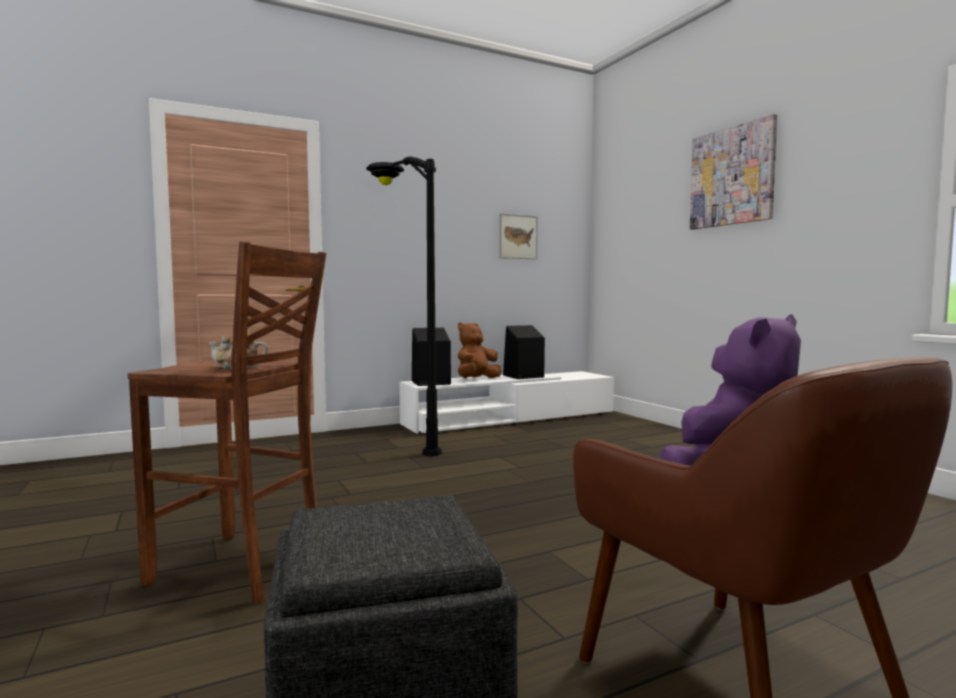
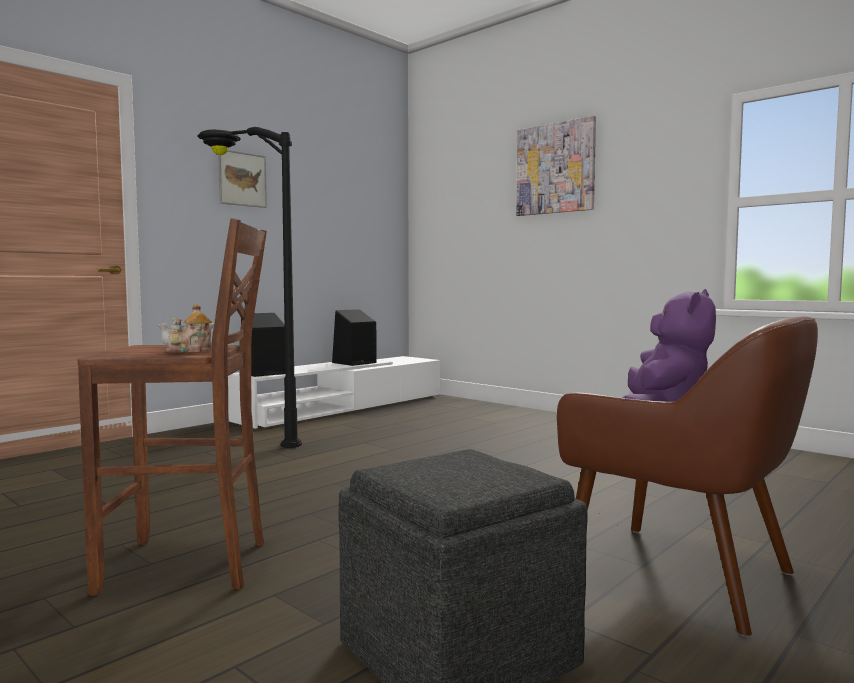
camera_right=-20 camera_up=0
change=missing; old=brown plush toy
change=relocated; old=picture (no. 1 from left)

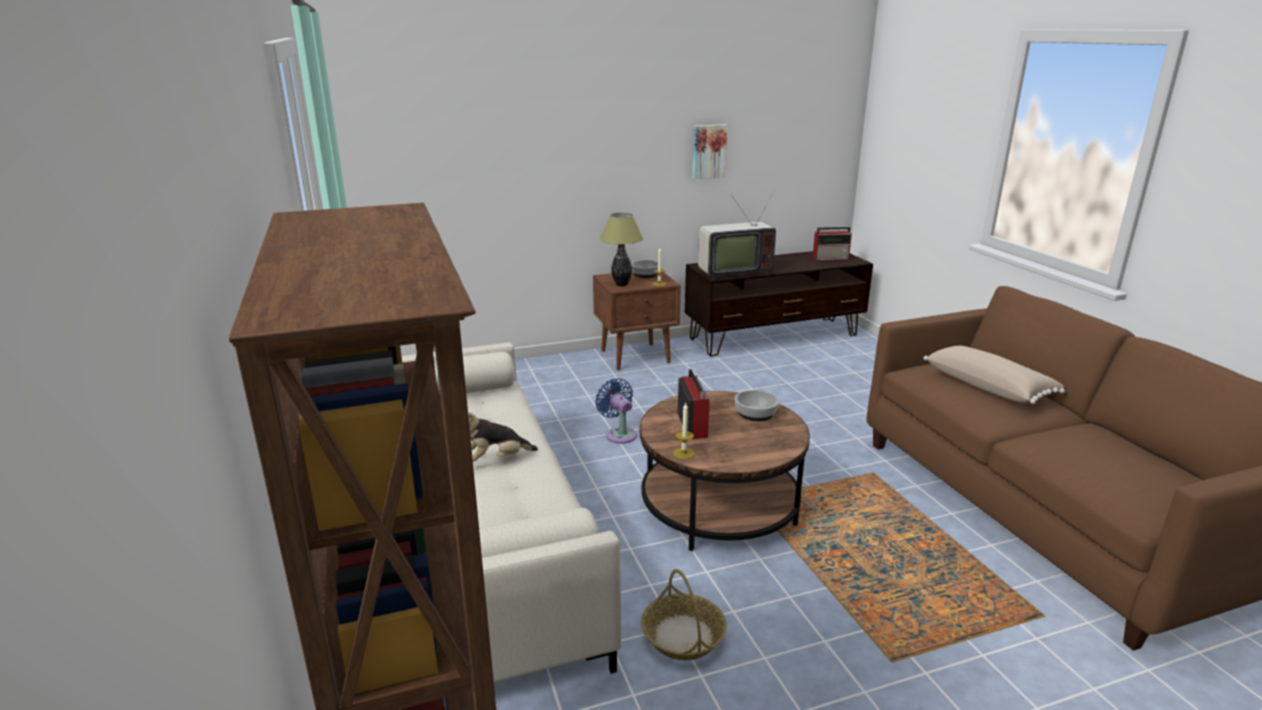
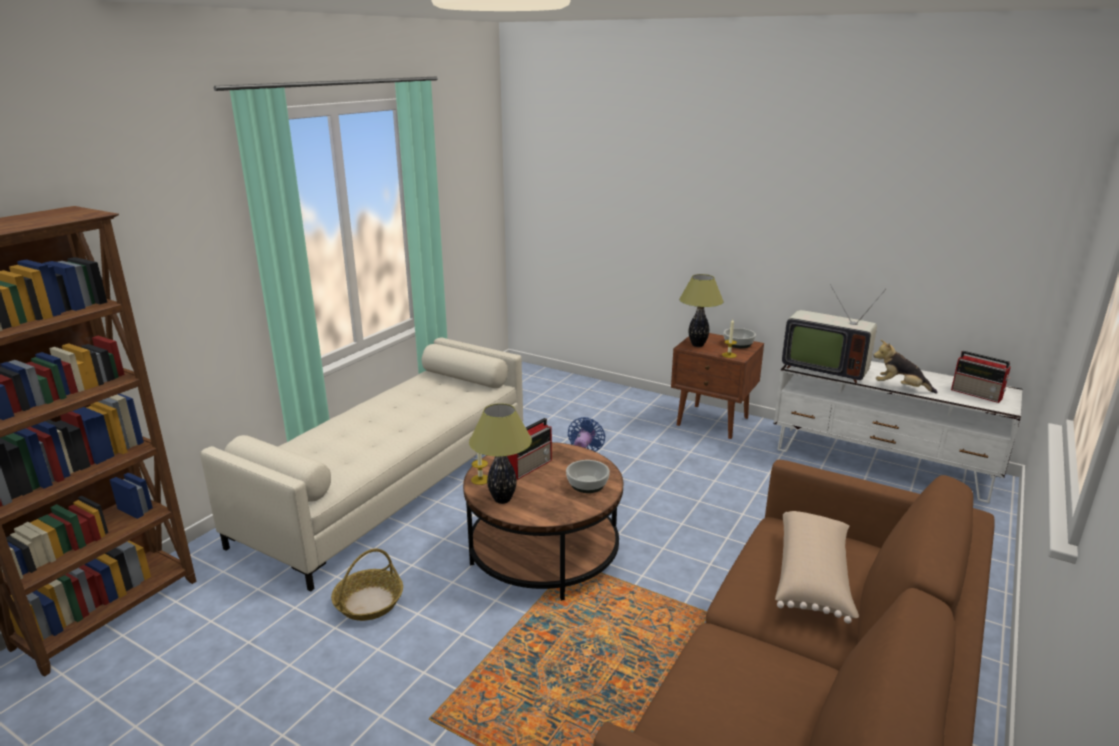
camera_right=50 camera_up=0
change=relocated; old=plush toy
change=colour; old=brown tv stand; new=white tv stand
change=missing; old=picture
change=appeared; new=table lamp (no. 1 from left)

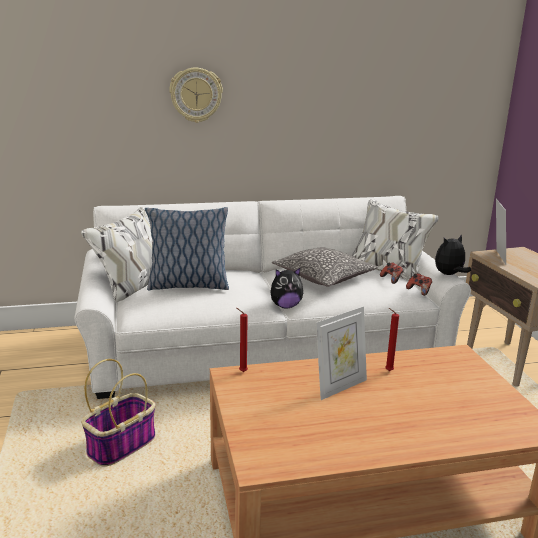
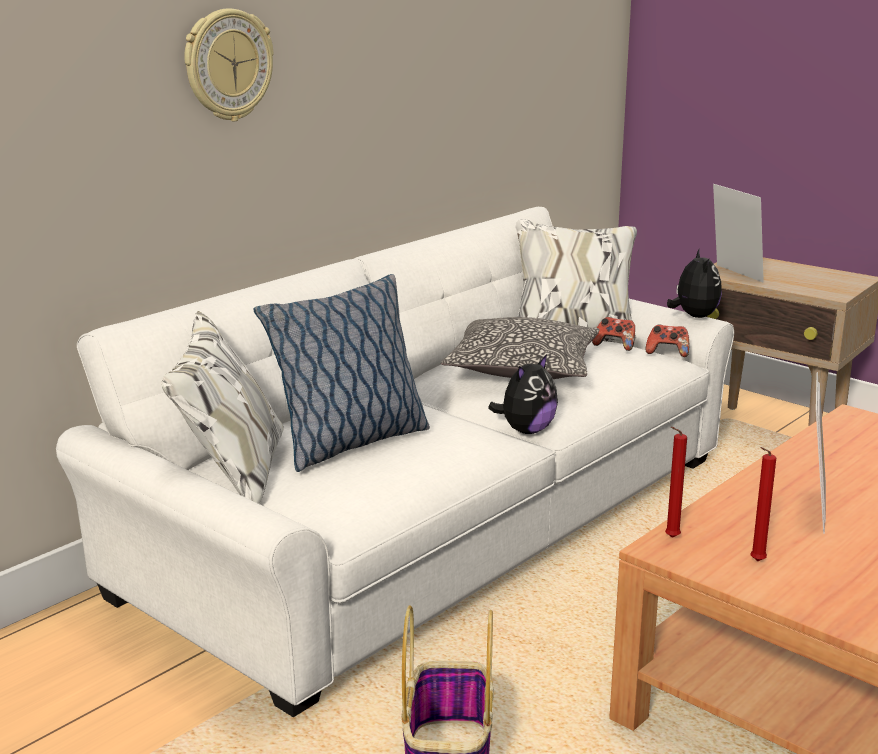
camera_right=-35 camera_up=0
change=relocated; old=red candle (no. 2 from left)
change=spun; old=plush toy (no. 2 from left); degrees=150

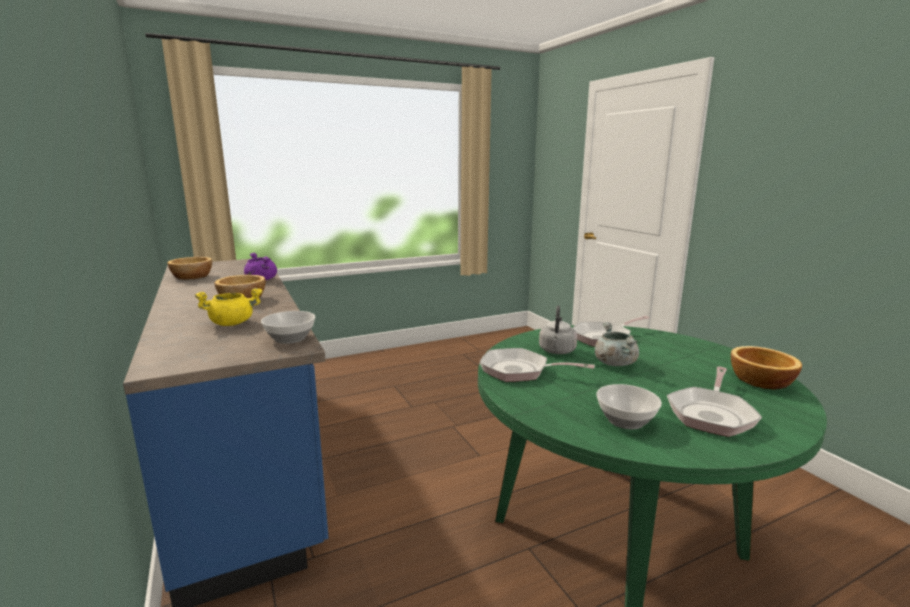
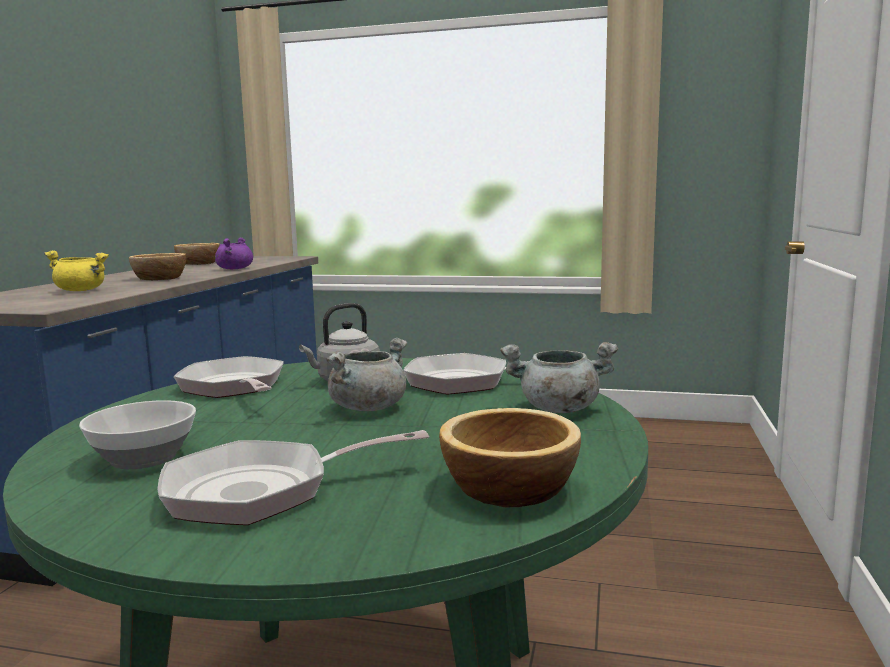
camera_right=40 camera_up=-5
change=missing; old=bowl (no. 3 from left)
change=appeared; new=grey cooking pot (no. 2 from left)

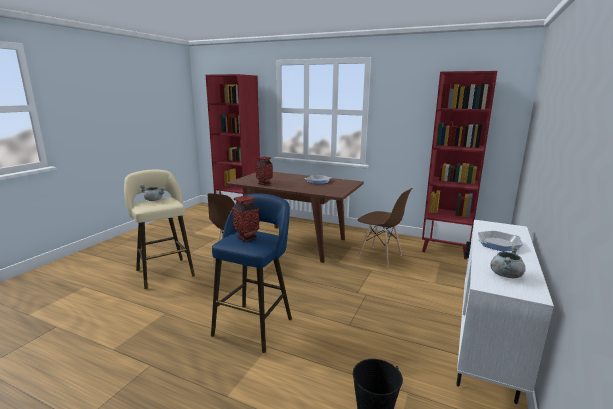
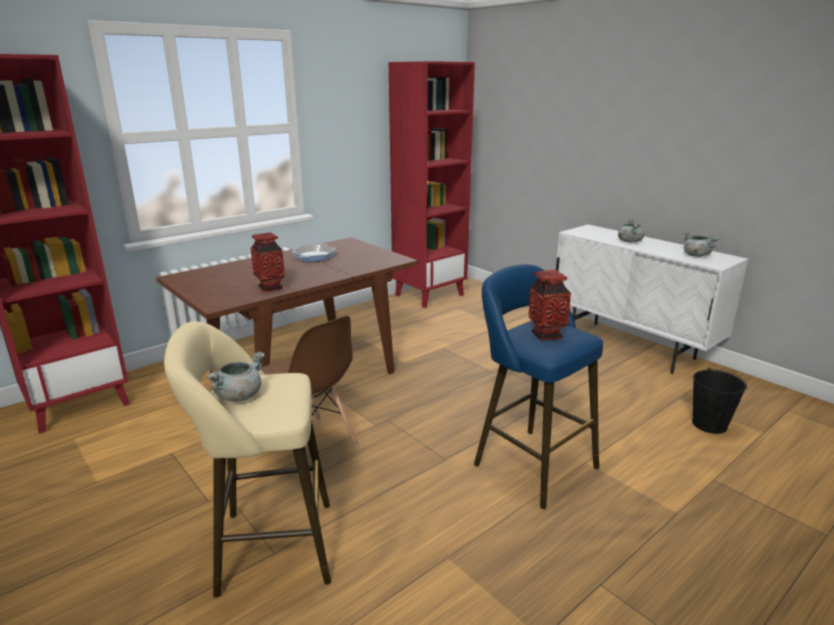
camera_right=-65 camera_up=5
change=missing; old=brown chair (no. 2 from left)
change=exchanged; old=frying pan (no. 2 from left); new=grey cooking pot (no. 2 from left)

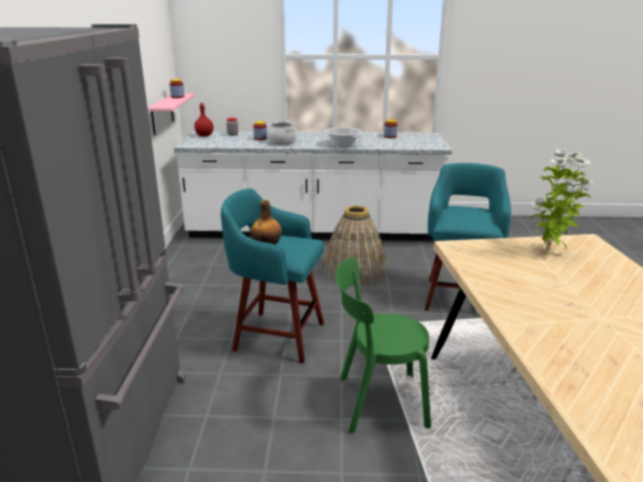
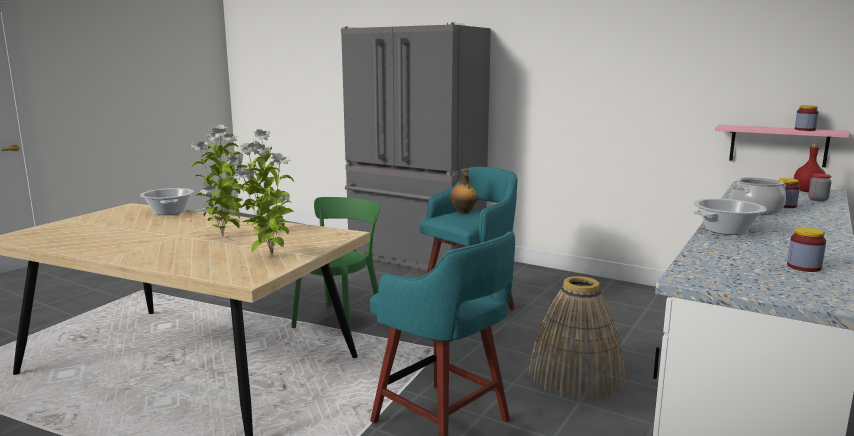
camera_right=120 camera_up=-10
change=appeared; new=cooking pot (no. 1 from left)
change=appeared; new=potted plant (no. 1 from left)

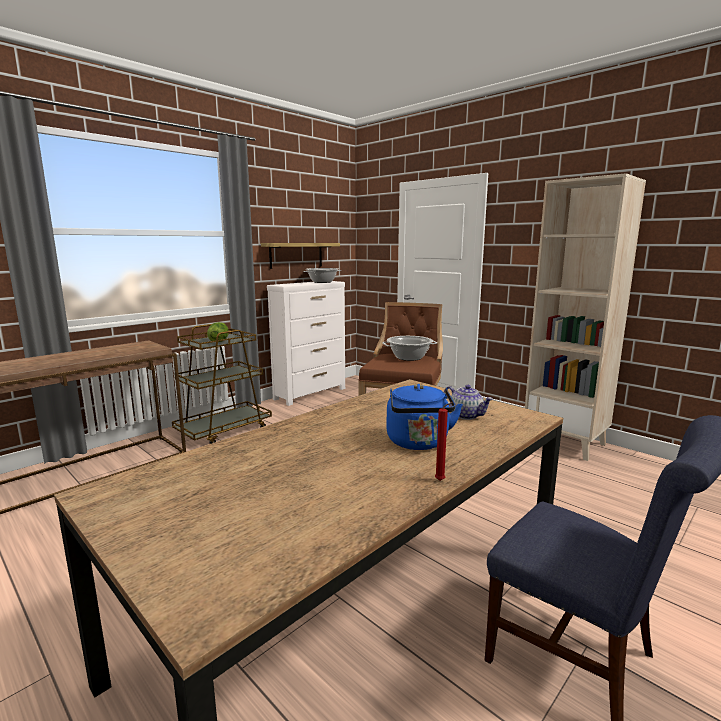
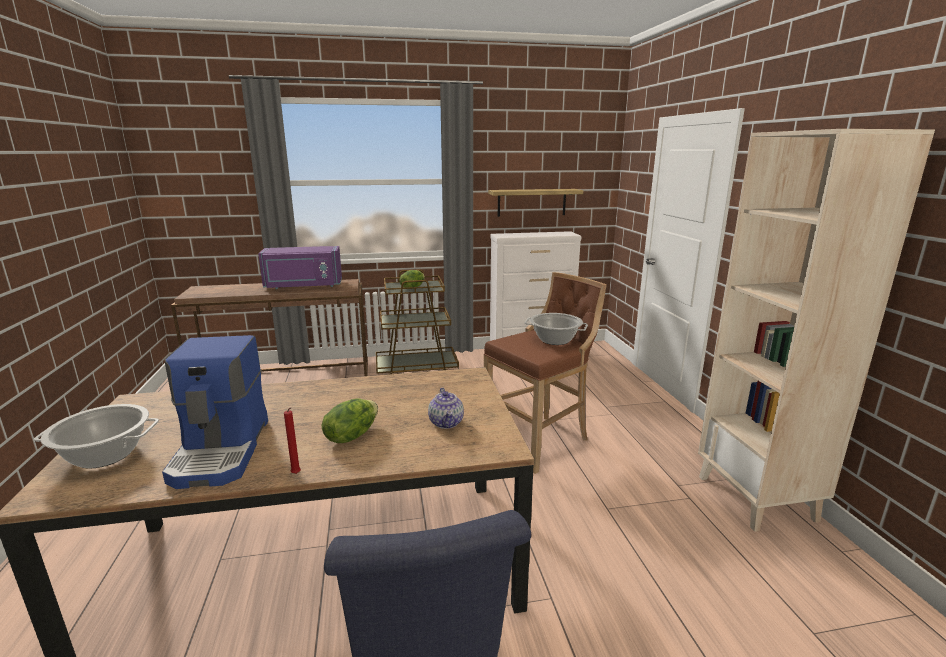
camera_right=35 camera_up=5
change=relocated; old=cooking pot (no. 1 from left)
change=exchanged; old=blue kettle; new=lettuce (no. 1 from left)
change=appeared; new=coffee machine
change=appeared; new=purple microwave

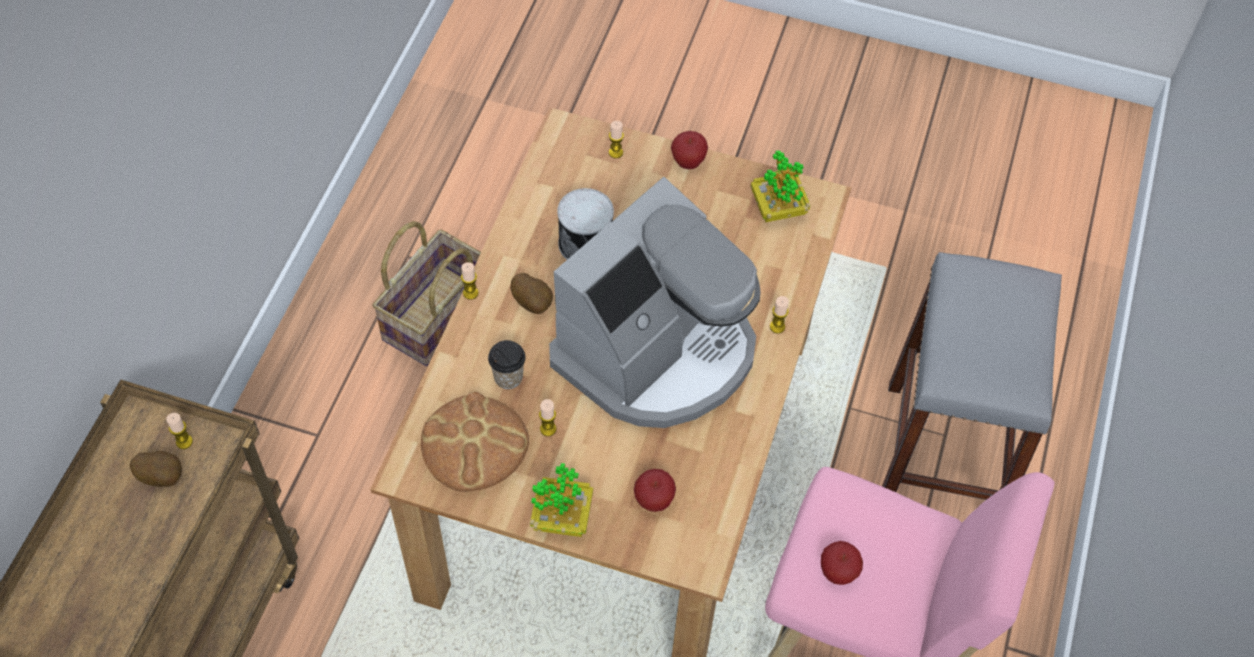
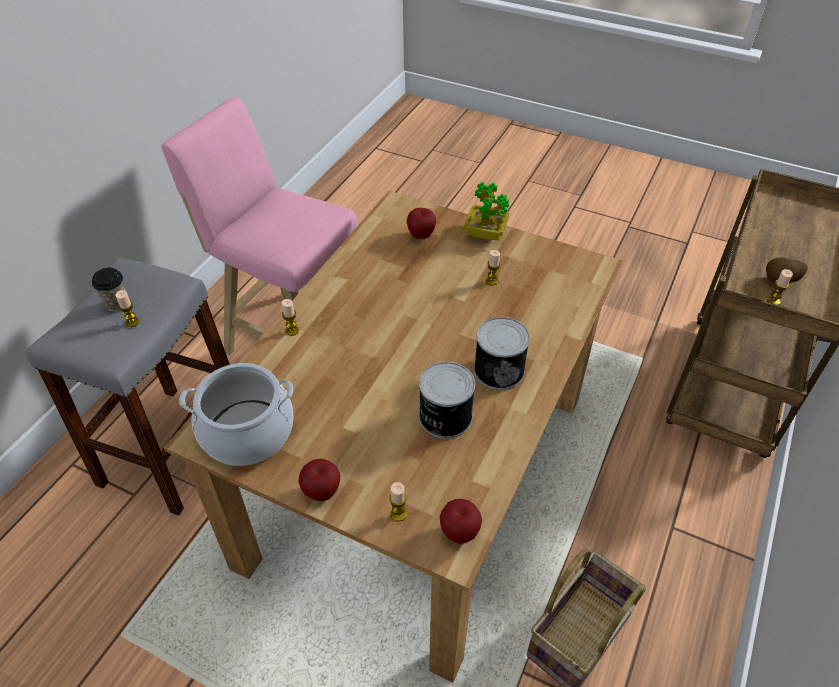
camera_right=-170 camera_up=-10
change=missing; old=bread
change=relocated; old=candle (no. 2 from left in the first image); new=candle (no. 1 from left)
change=relocated; old=cup
change=exchanged; old=potato (no. 2 from left); new=can (no. 2 from left)
change=missing; old=coffee machine
change=exchanged; old=potted plant (no. 2 from left); new=cooking pot
change=relocated; old=apple (no. 3 from left)

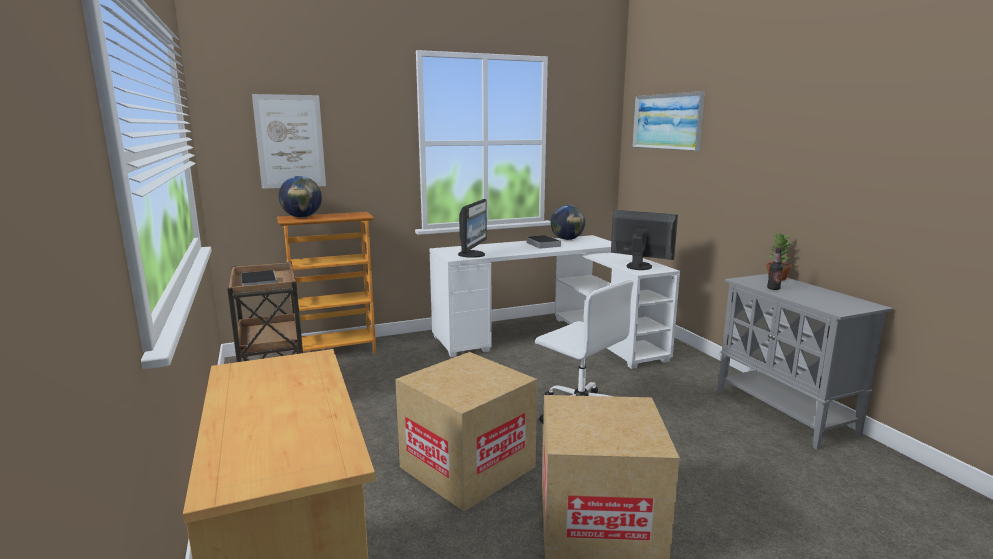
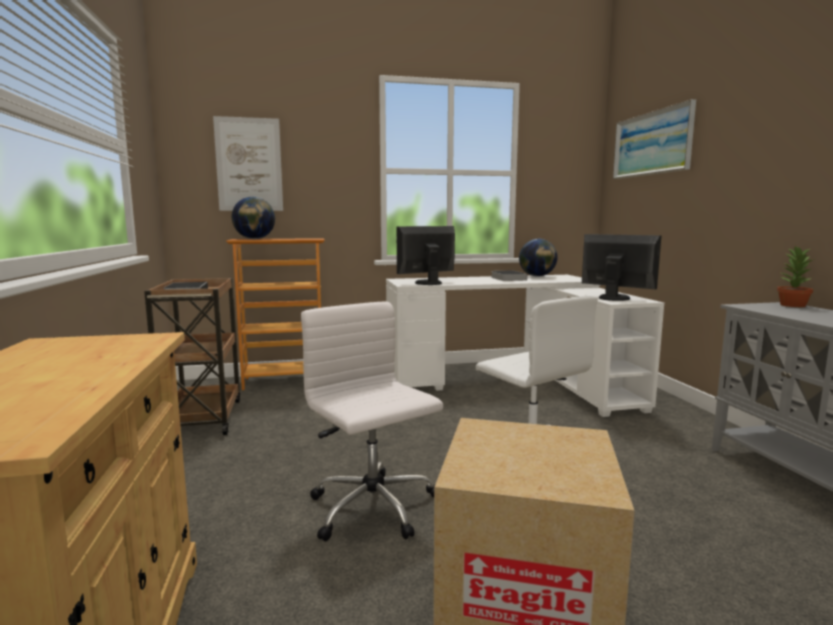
camera_right=10 camera_up=-5
change=exchanged; old=cardboard box (no. 1 from left); new=white office chair (no. 1 from left)
change=spun; old=monitor (no. 1 from left); degrees=-150
change=missing; old=bottle

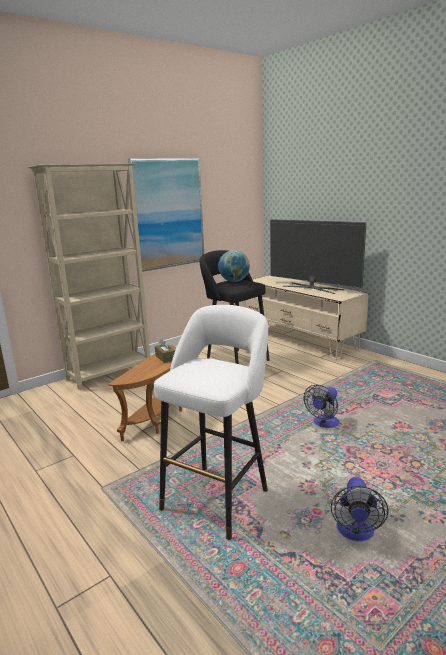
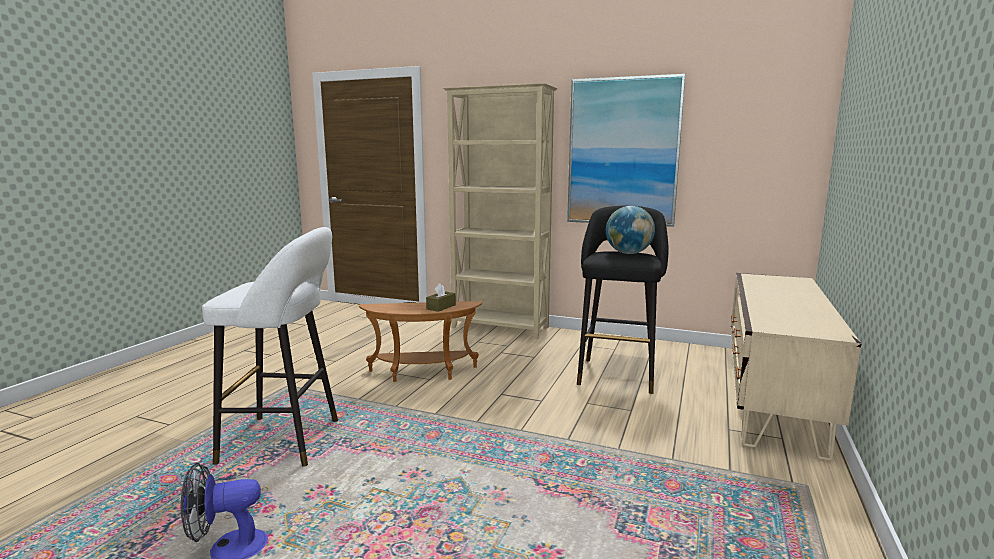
camera_right=60 camera_up=-5
change=missing; old=television
change=missing; old=fan (no. 1 from left)

